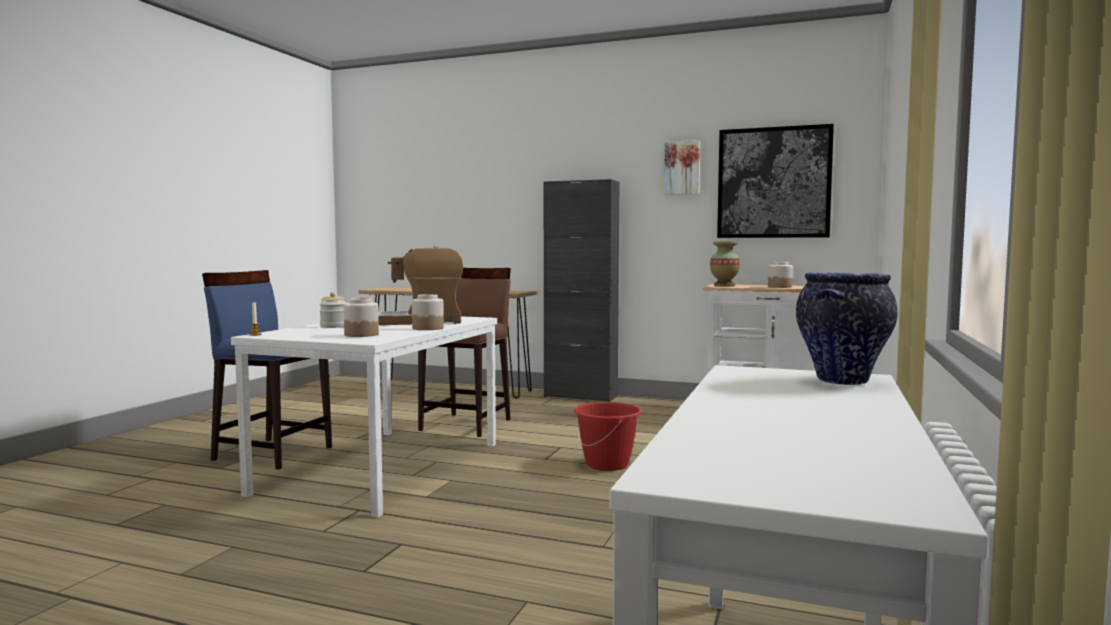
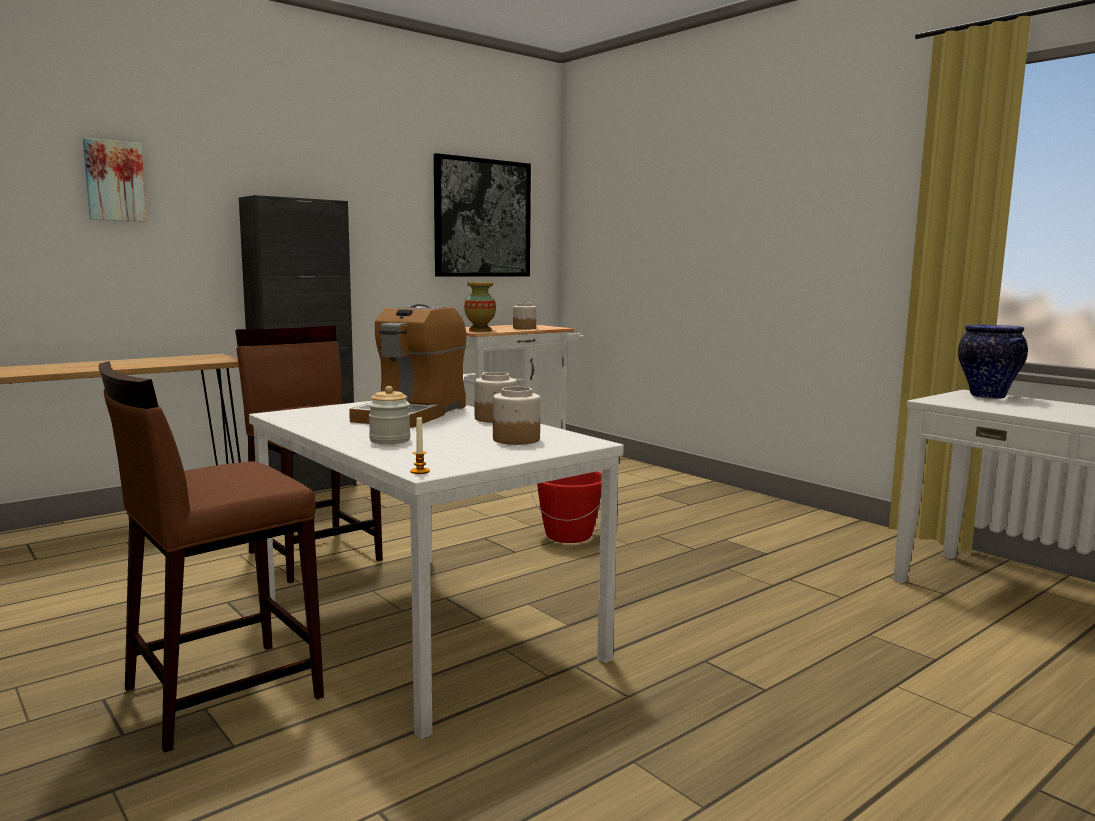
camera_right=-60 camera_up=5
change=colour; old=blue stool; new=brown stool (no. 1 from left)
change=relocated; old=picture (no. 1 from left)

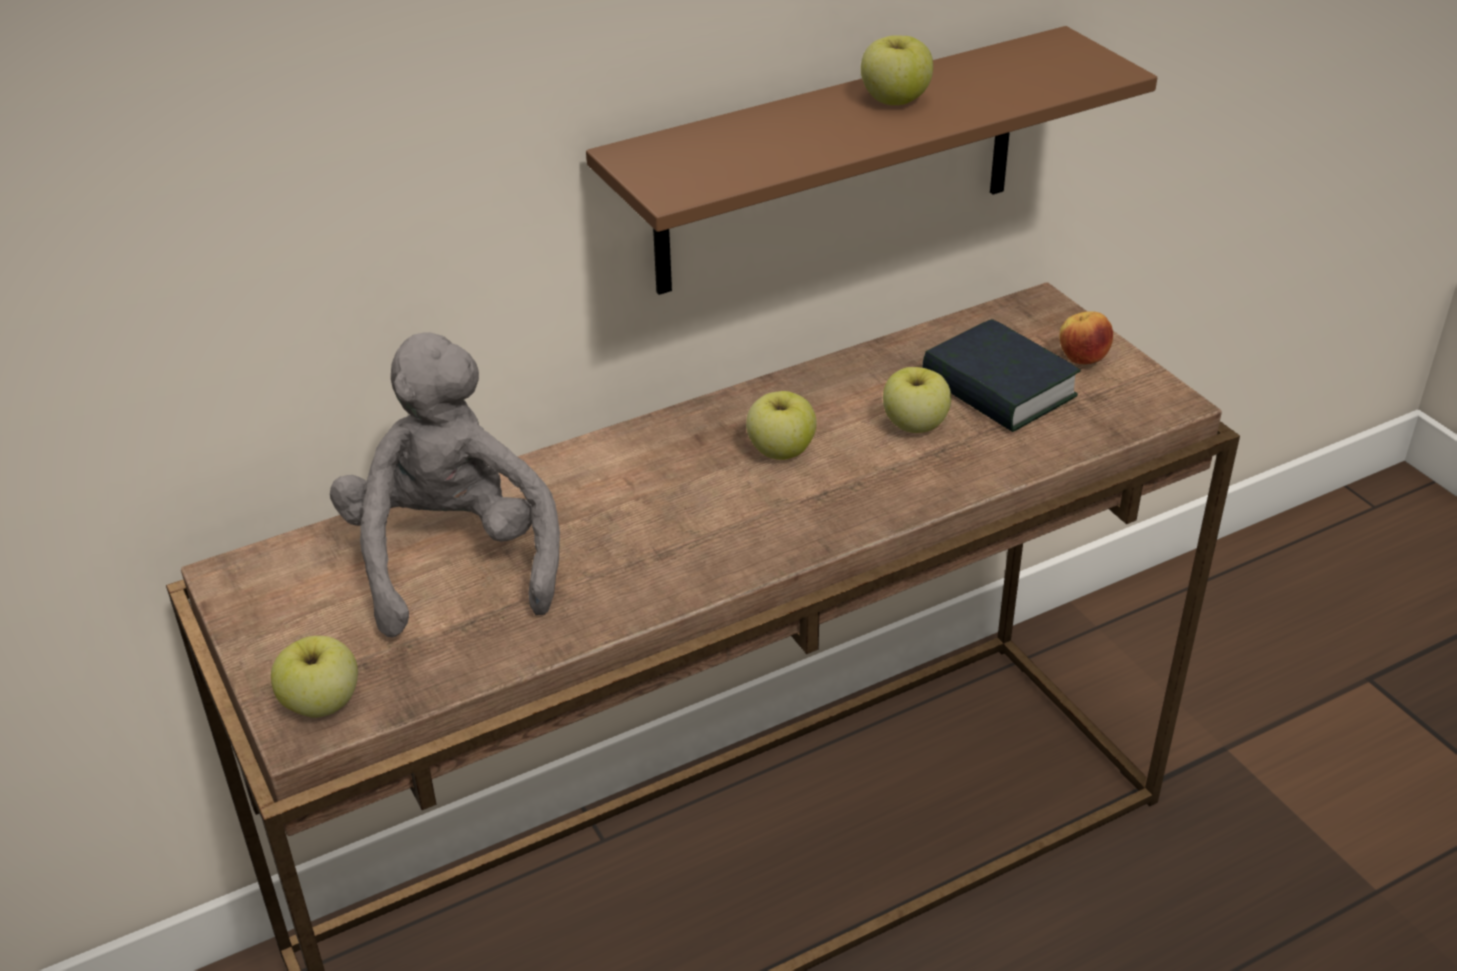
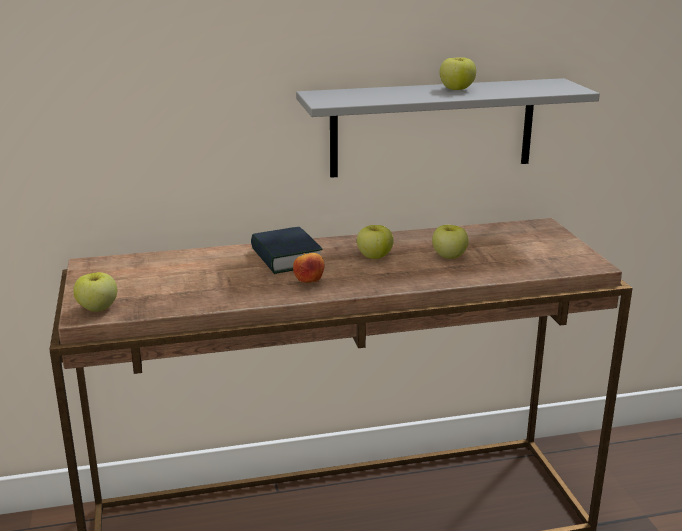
camera_right=15 camera_up=-15
change=missing; old=grey plush toy
change=colour; old=brown shelf; new=grey shelf
change=relocated; old=book
change=relocated; old=apple (no. 5 from left in the first image); new=apple (no. 2 from left)

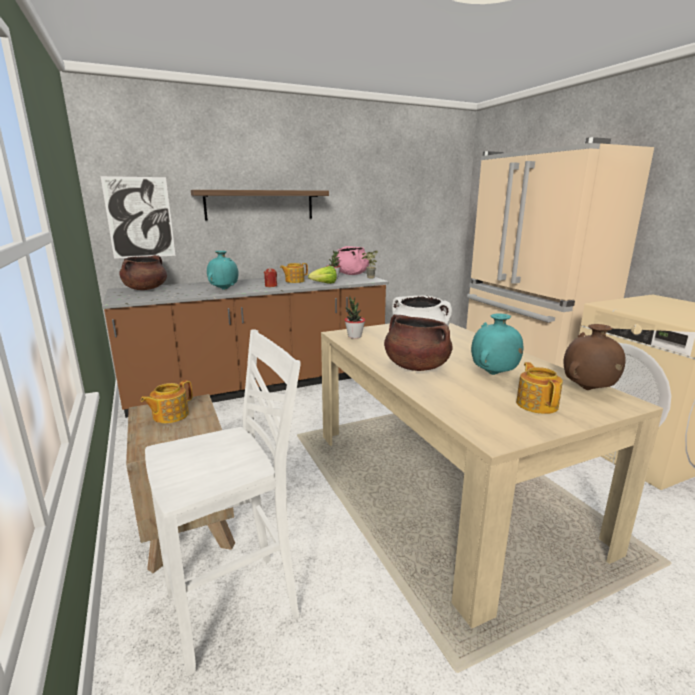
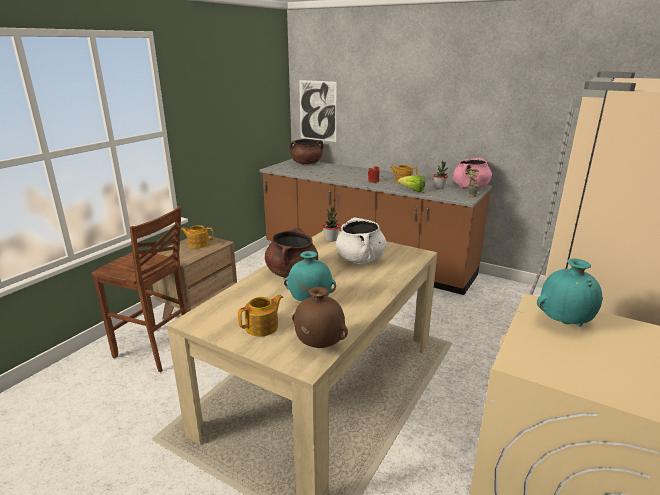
camera_right=55 camera_up=5
change=colour; old=white stool; new=brown stool
change=missing; old=shelf
change=relocated; old=turquoise vase (no. 1 from left in the first image); new=turquoise vase (no. 2 from left)

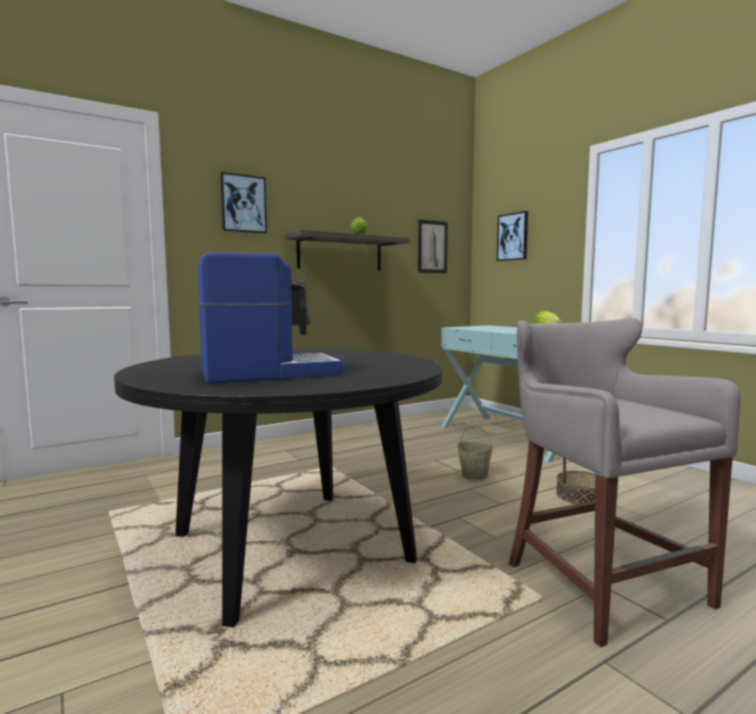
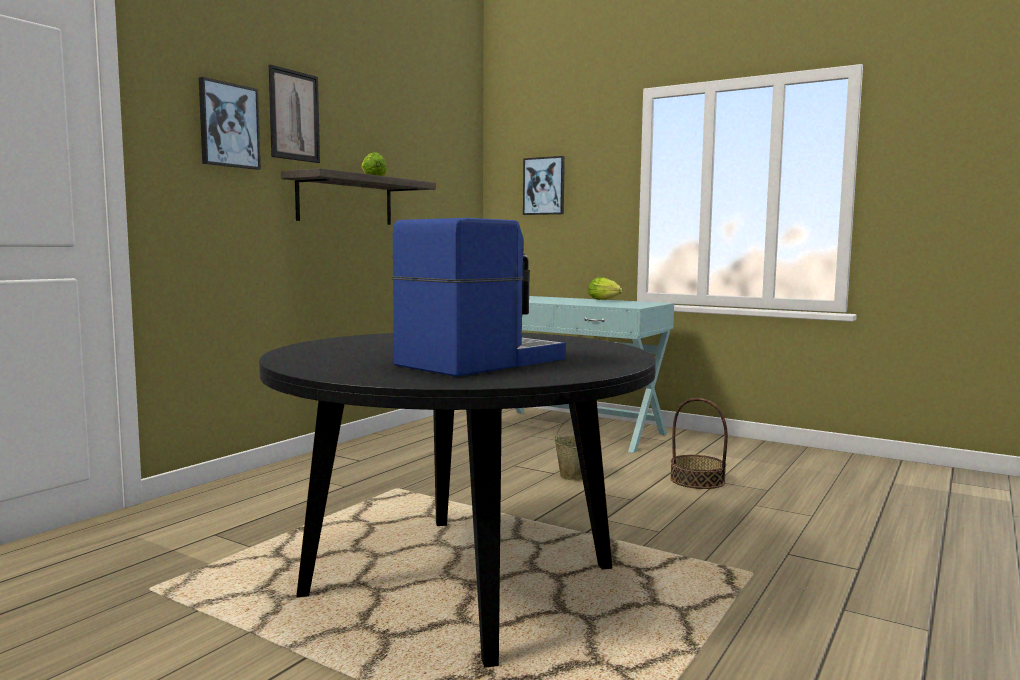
camera_right=-25 camera_up=0
change=relocated; old=picture (no. 2 from left)
change=missing; old=grey stool

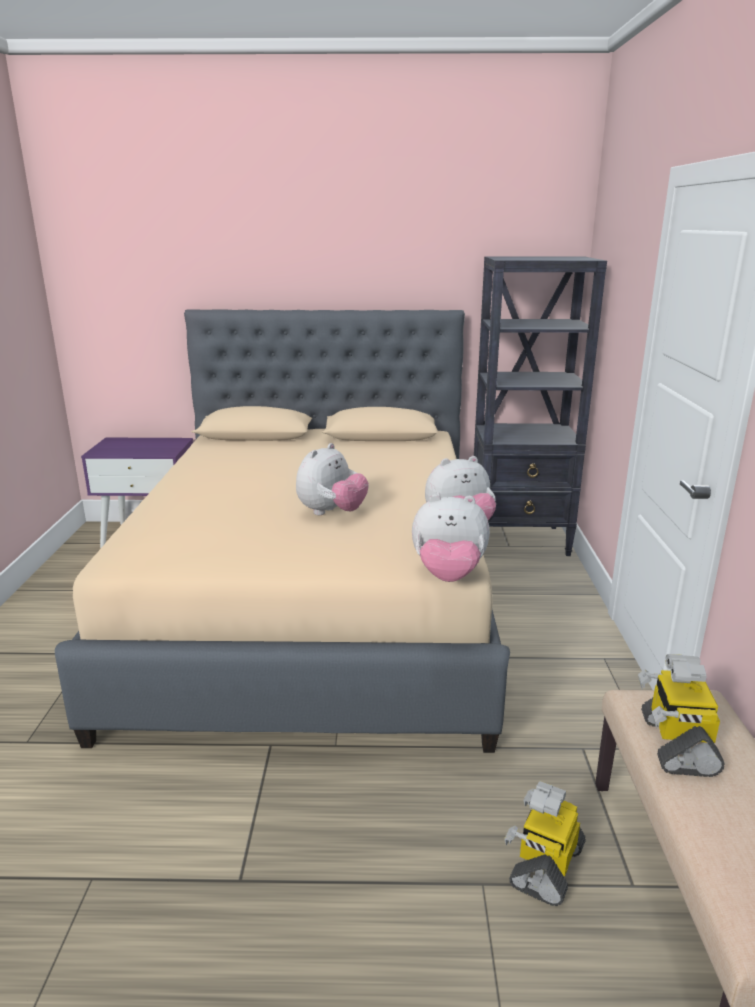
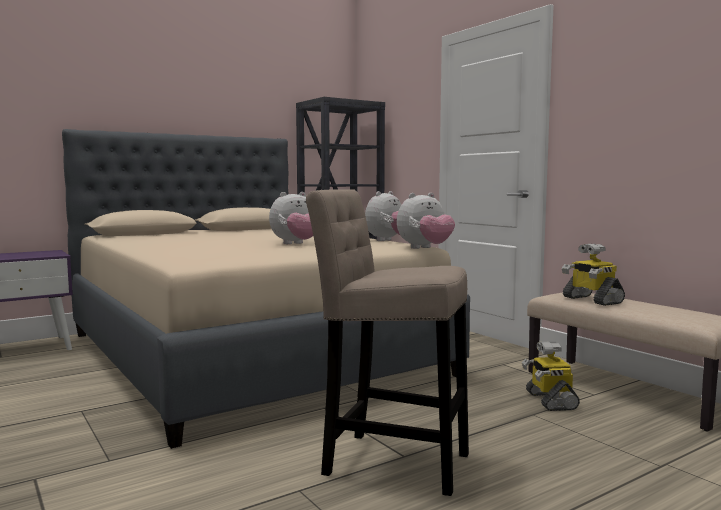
camera_right=-35 camera_up=-15
change=spun; old=plush toy (no. 1 from left); degrees=60
change=appeared; new=beige stool

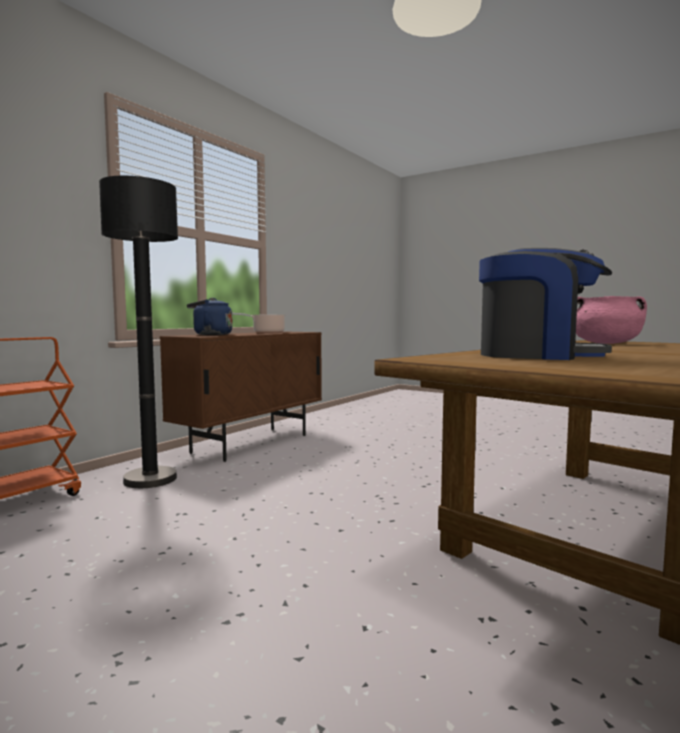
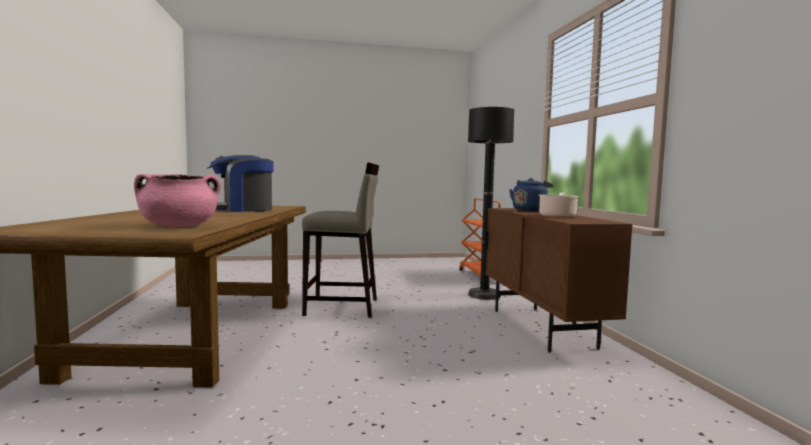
camera_right=135 camera_up=0
change=appeared; new=beige stool

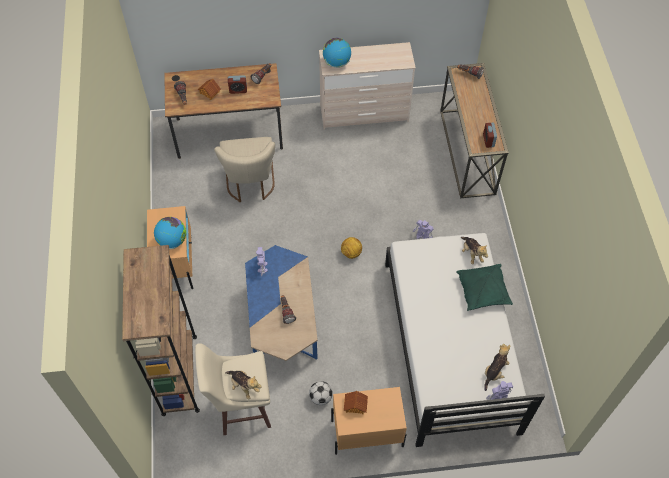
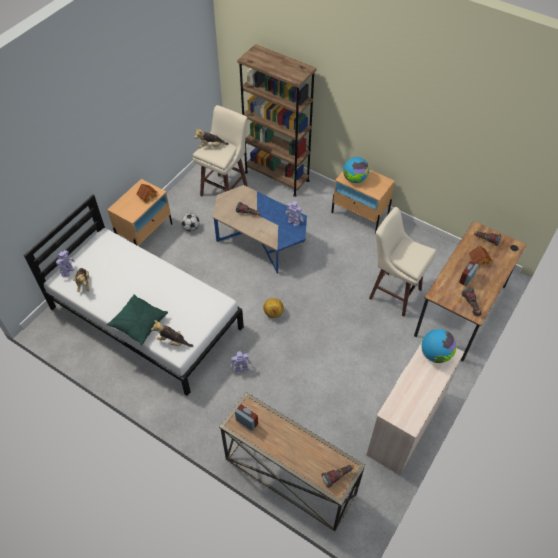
camera_right=130 camera_up=-5
change=exchanged; old=beige chair; new=beige stool (no. 2 from left)

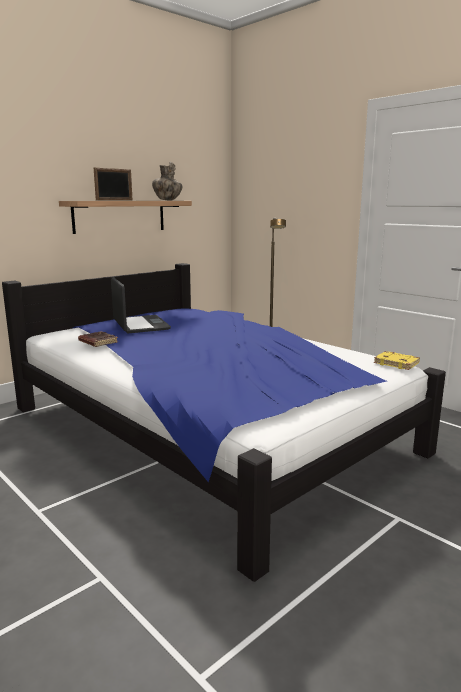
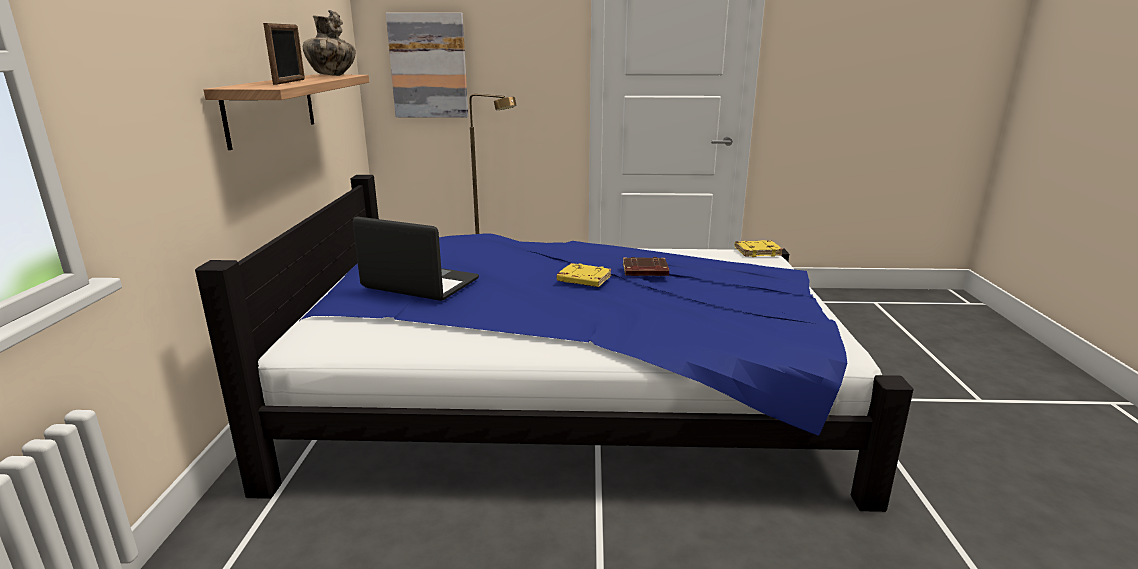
camera_right=-45 camera_up=5
change=relocated; old=brown book
change=appeared; new=picture
change=appeared; new=yellow book (no. 1 from left)

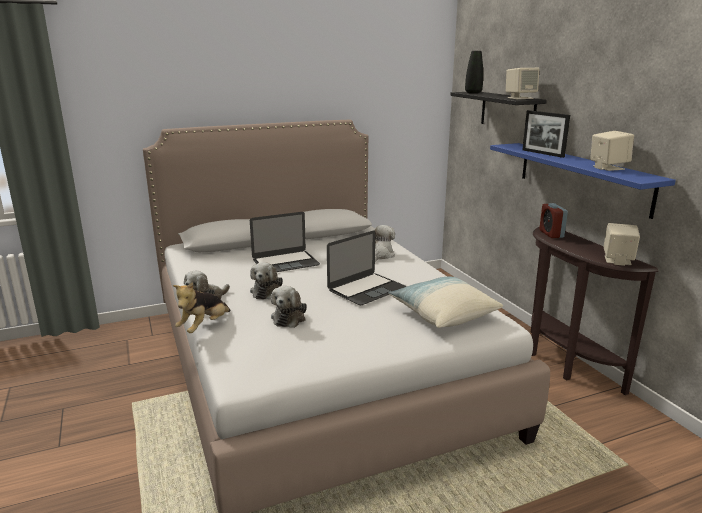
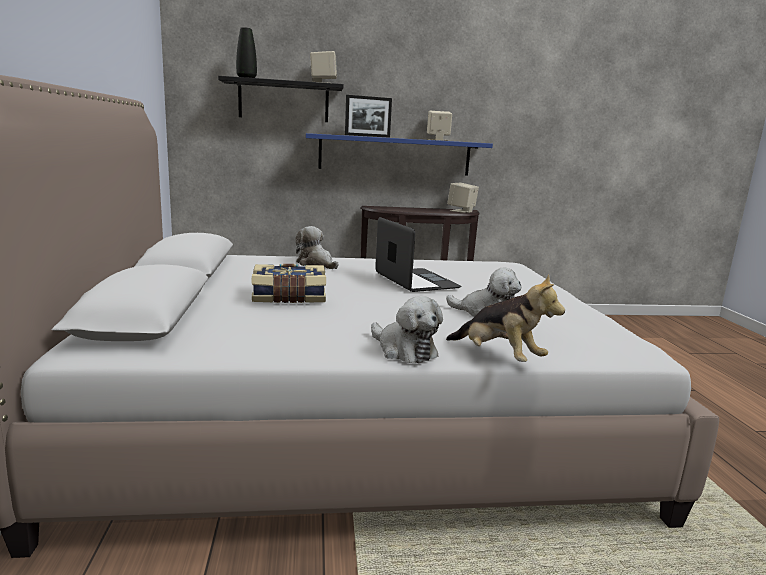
camera_right=-75 camera_up=-5
change=exchanged; old=laptop (no. 1 from left); new=book
change=missing; old=plush toy (no. 3 from left)
change=missing; old=pillow
change=missing; old=alarm clock

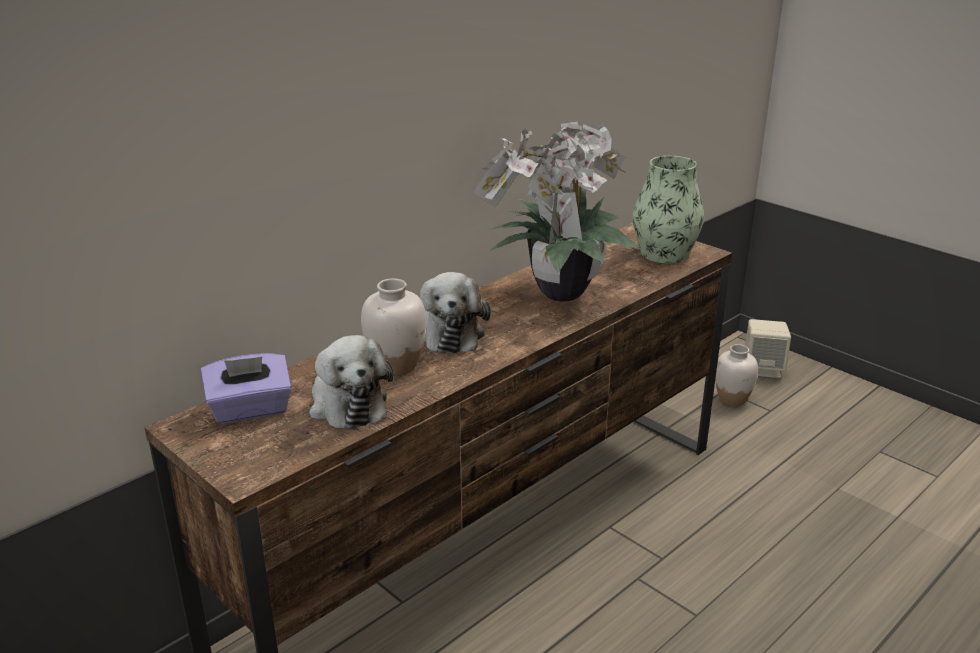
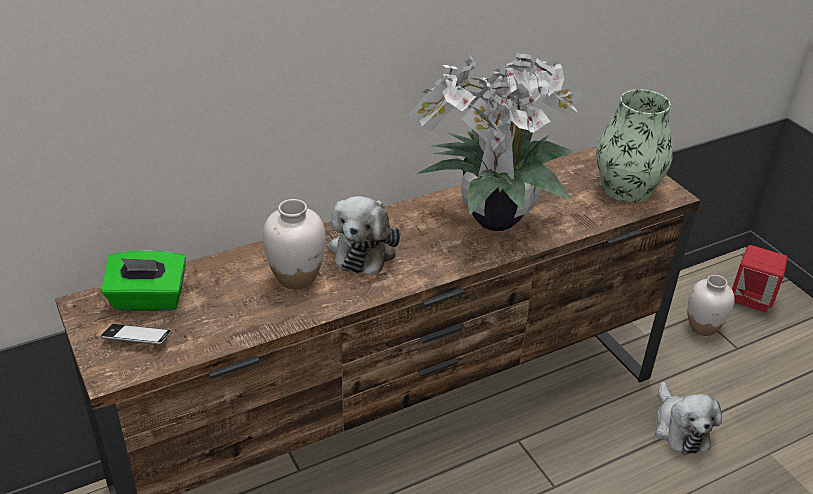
camera_right=15 camera_up=10
change=colour; old=purple tissue box; new=green tissue box
change=relocated; old=plush toy (no. 1 from left in the first image); new=plush toy (no. 2 from left)
change=colour; old=beige speaker; new=red speaker
change=appeared; new=phone

